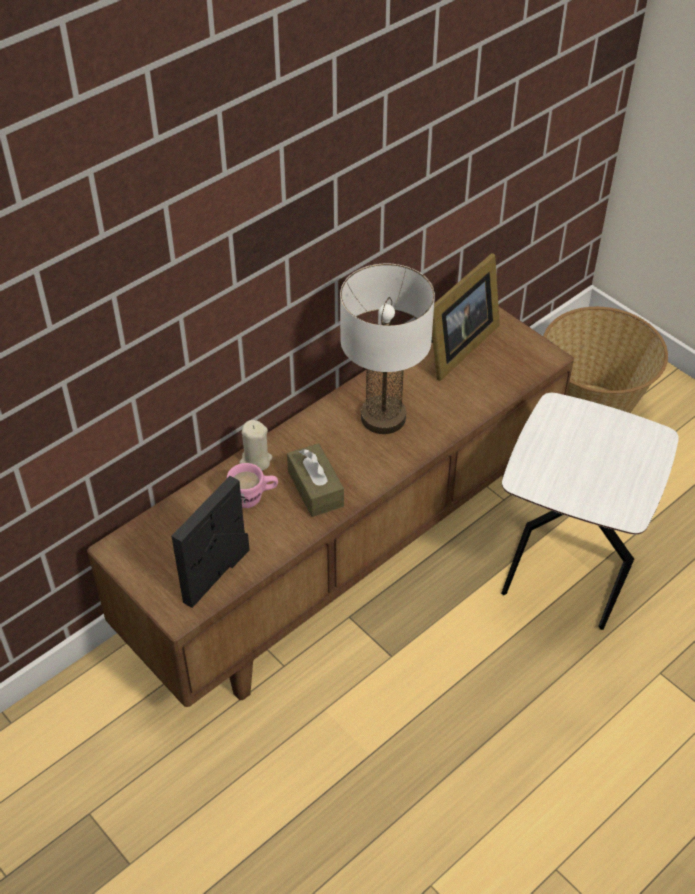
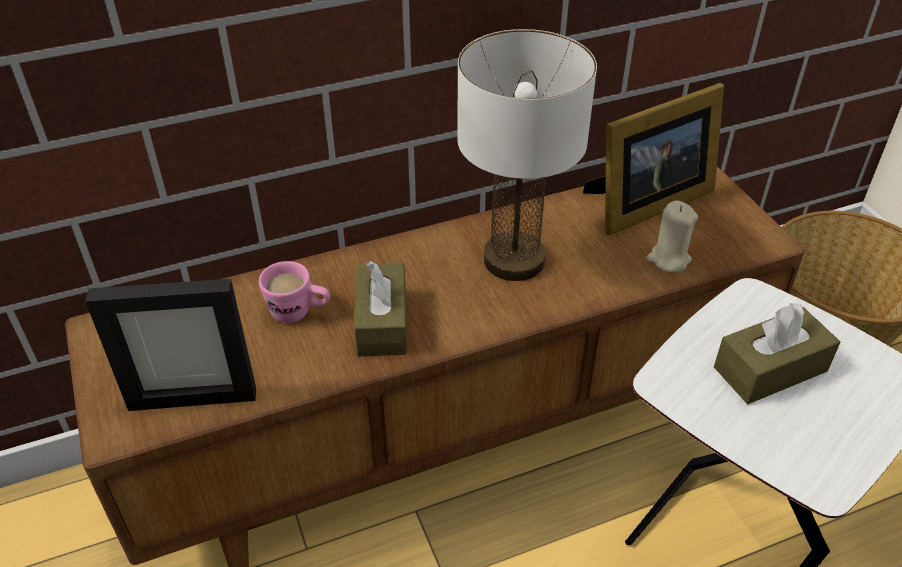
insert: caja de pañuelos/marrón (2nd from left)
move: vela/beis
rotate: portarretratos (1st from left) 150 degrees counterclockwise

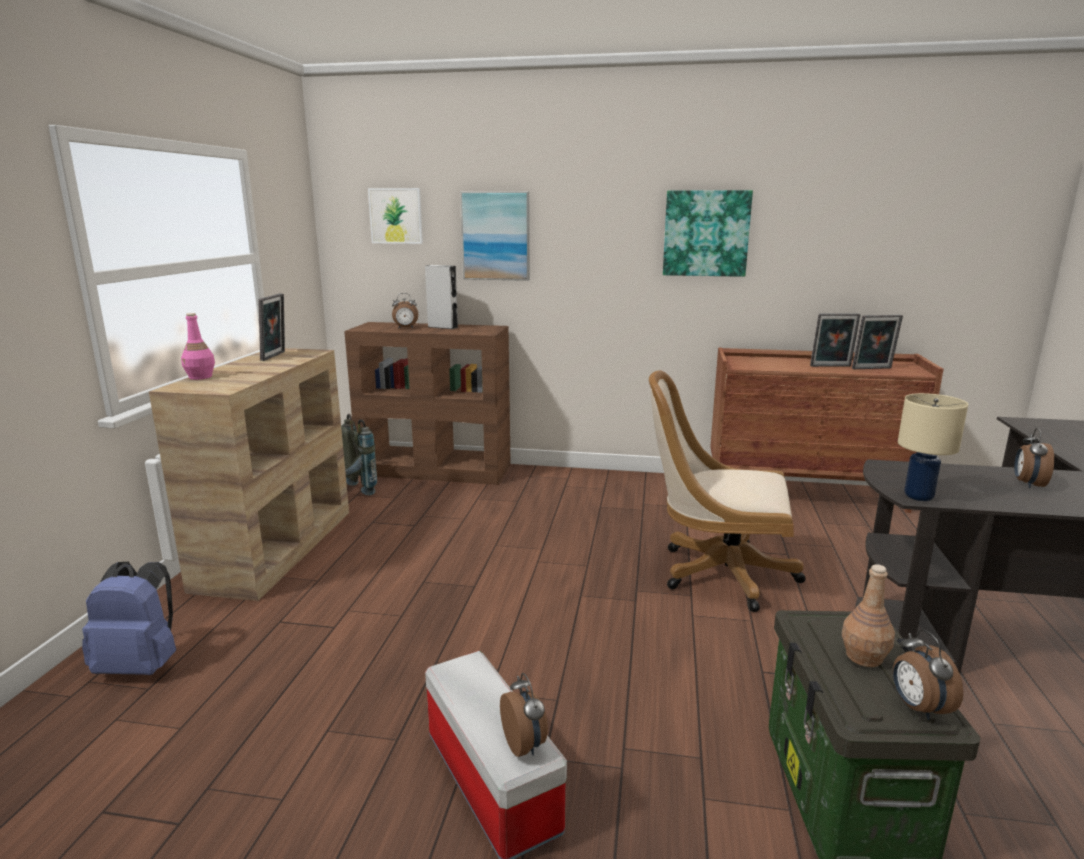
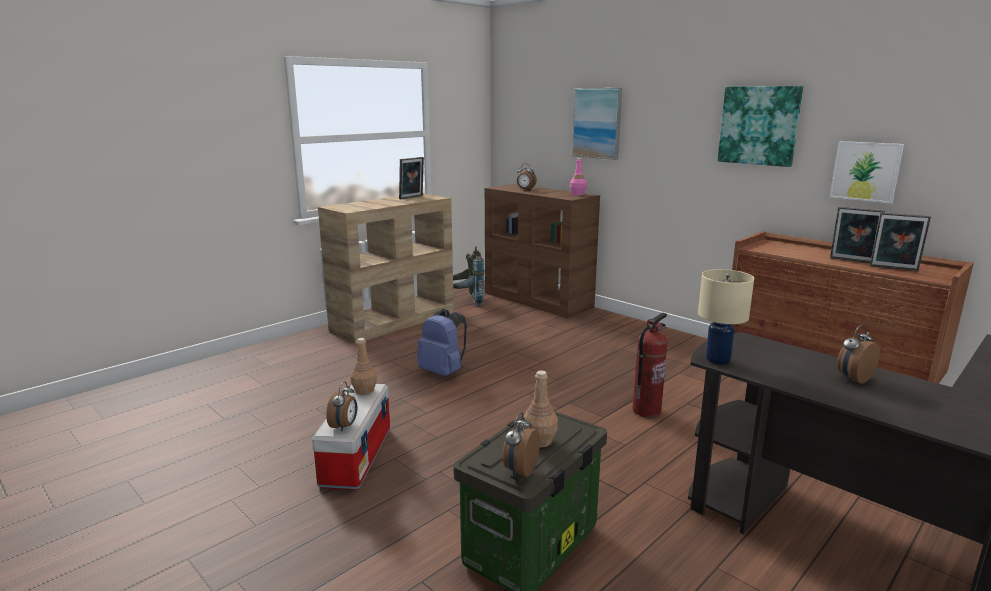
delete: altavoz/gris
insert: botella/marrón (1st from left)
move: mochila/azul; botella/rosa; cuadro (1st from left in the first image) to cuadro (3rd from left)
replace: silla de oficina to extintor

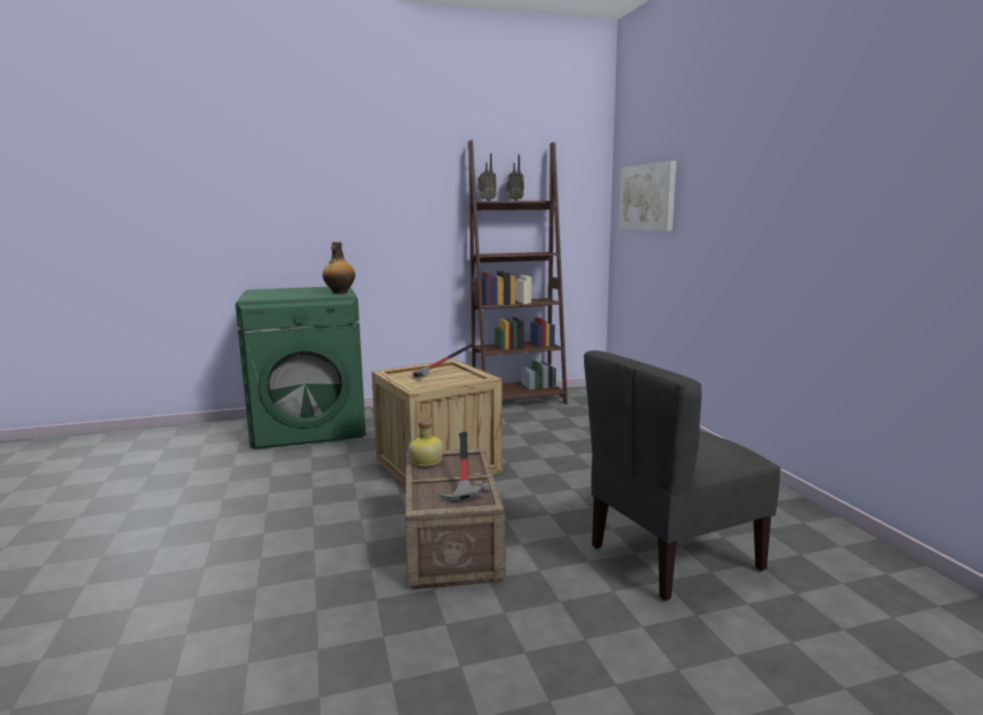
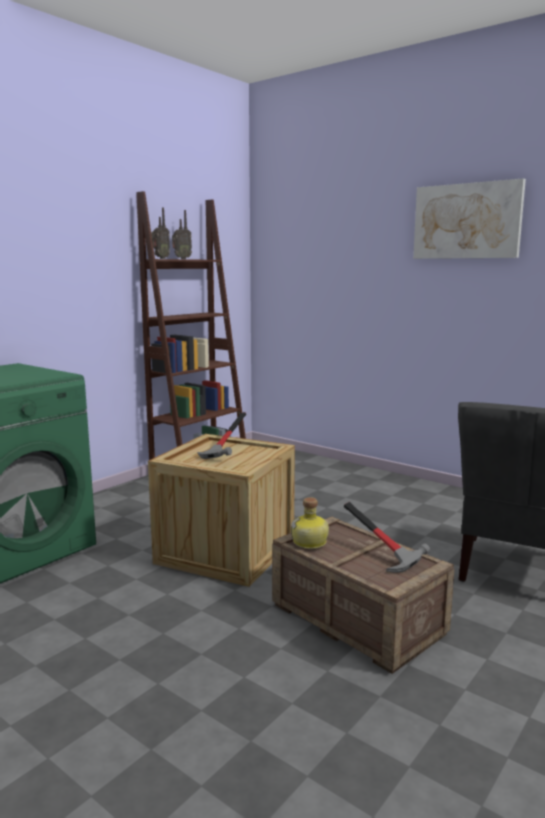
delete: botella (1st from left)
move: cuadro

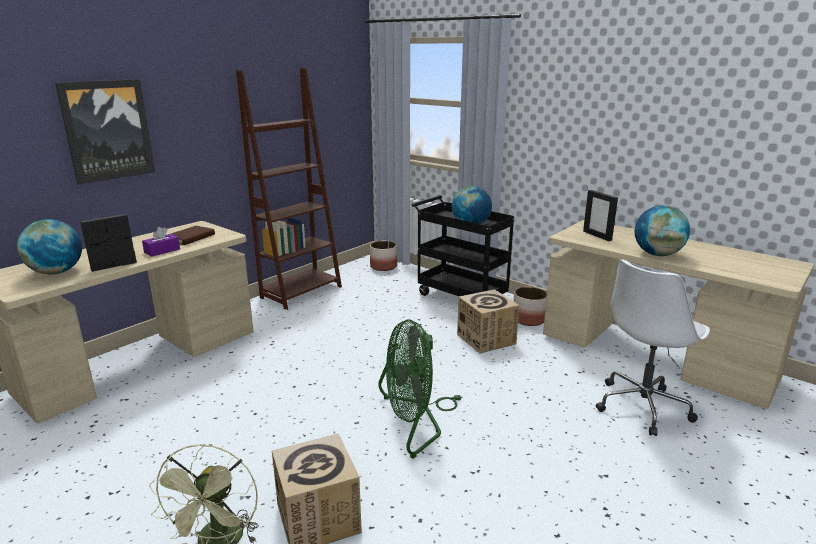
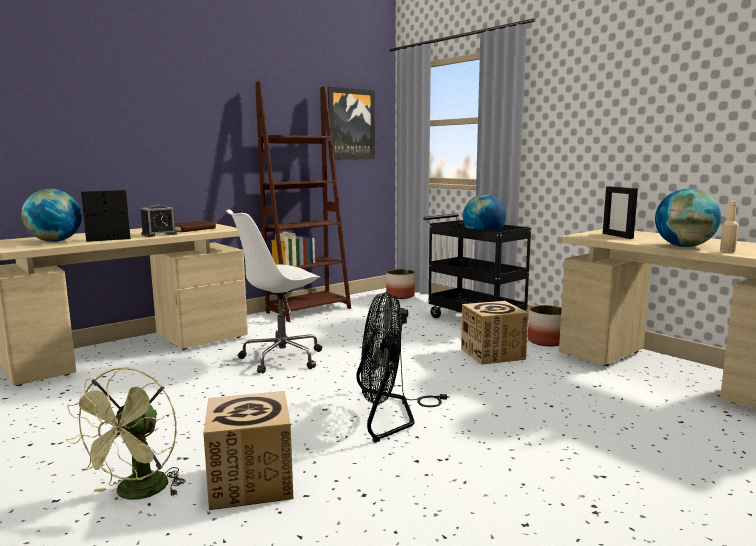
insert: botella/beis
move: silla de oficina/blanco; cuadro
replace: caja de pañuelos/morado to despertador
recolor: ventilador/verde (2nd from left) to ventilador/negro

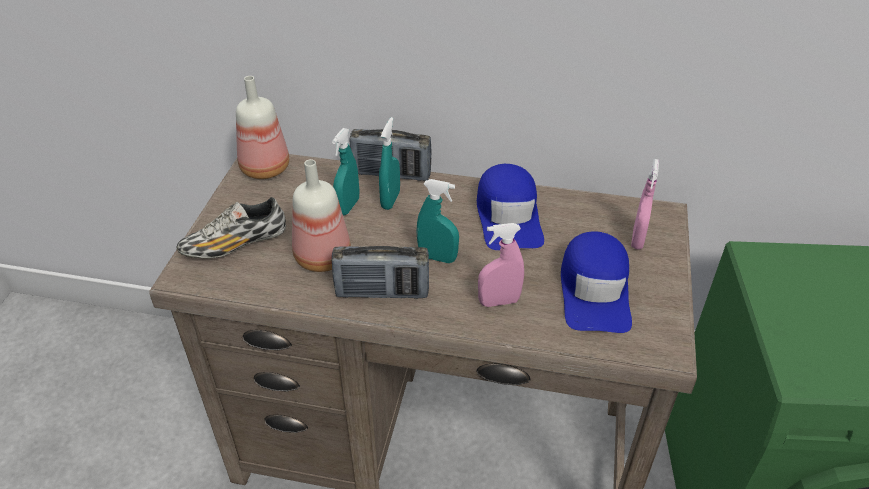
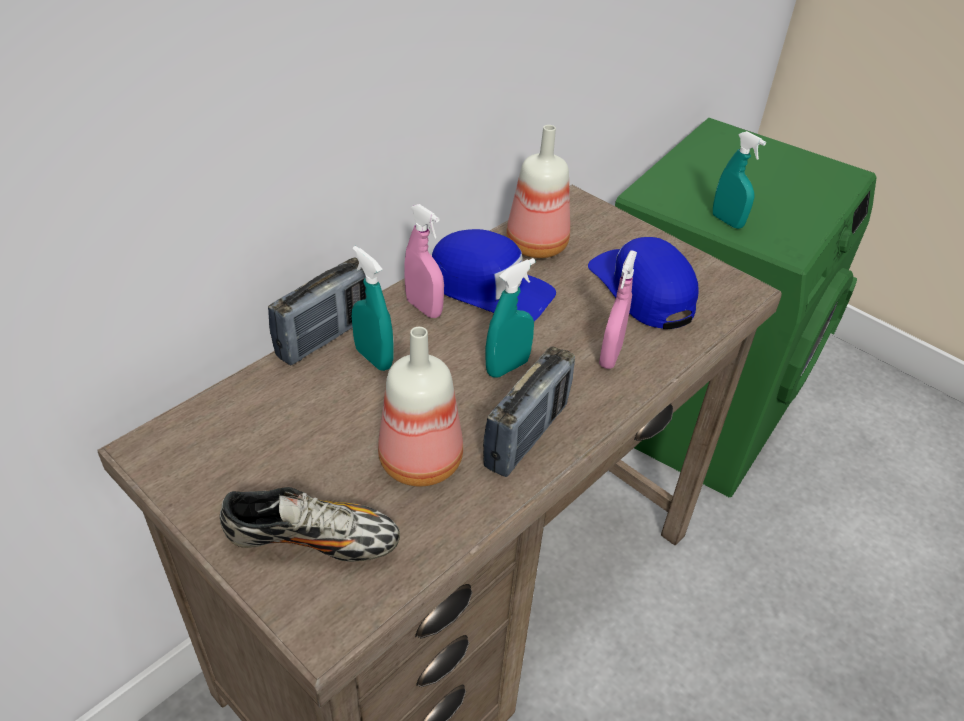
move: pulverizador/rosa (2nd from left in the first image) to pulverizador/rosa (1st from left); botella (1st from left in the first image) to botella (2nd from left); pulverizador/turquesa (1st from left in the first image) to pulverizador/turquesa (3rd from left)
rotate: zapato 90 degrees counterclockwise; gorra/azul (2nd from left) 150 degrees counterclockwise

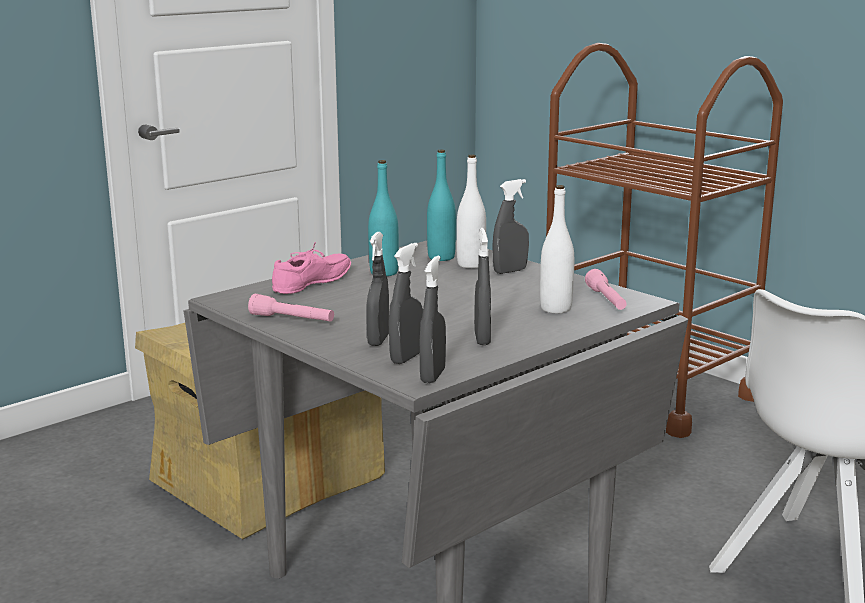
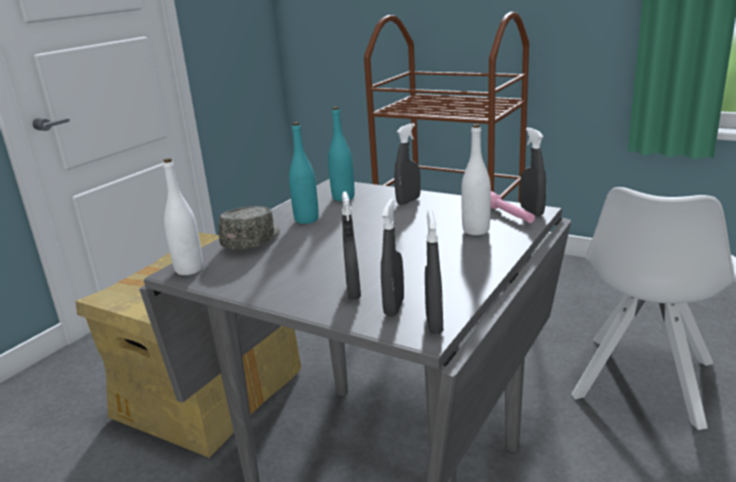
delete: linterna/rosa (1st from left)
move: botella/blanco (1st from left); pulverizador/gris (4th from left in the first image) to pulverizador/gris (5th from left)
replace: zapato/rosa to gorra/gris

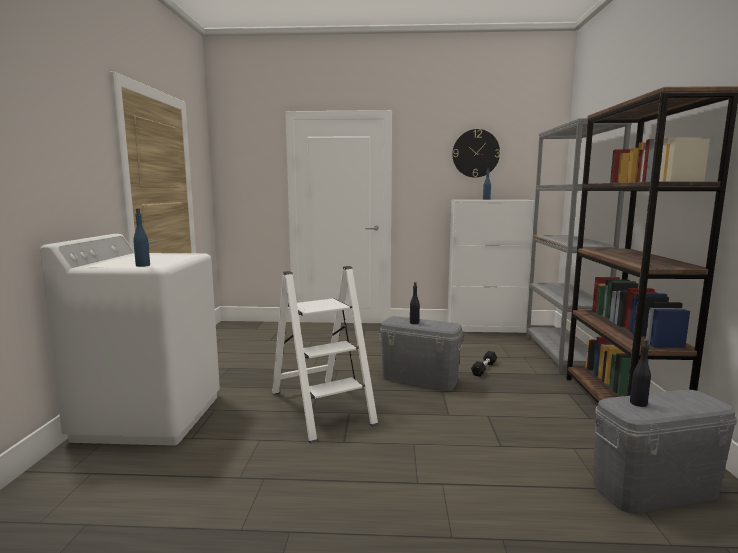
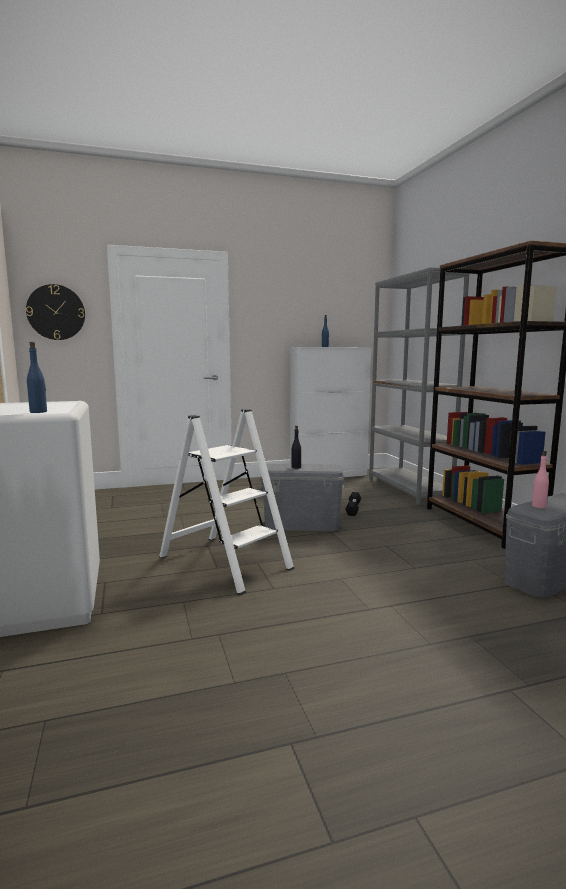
move: reloj de pared
recolor: botella/negro (2nd from left) to botella/rosa

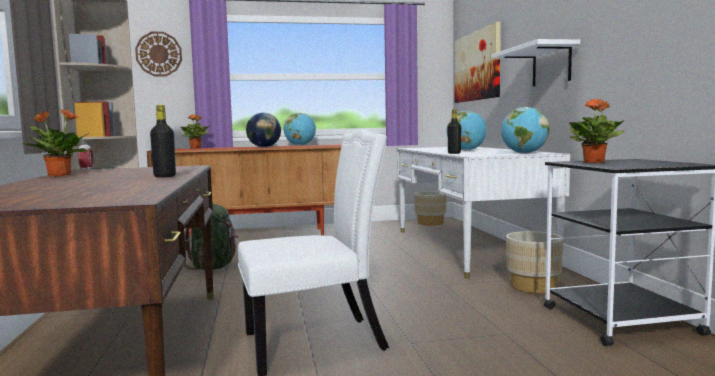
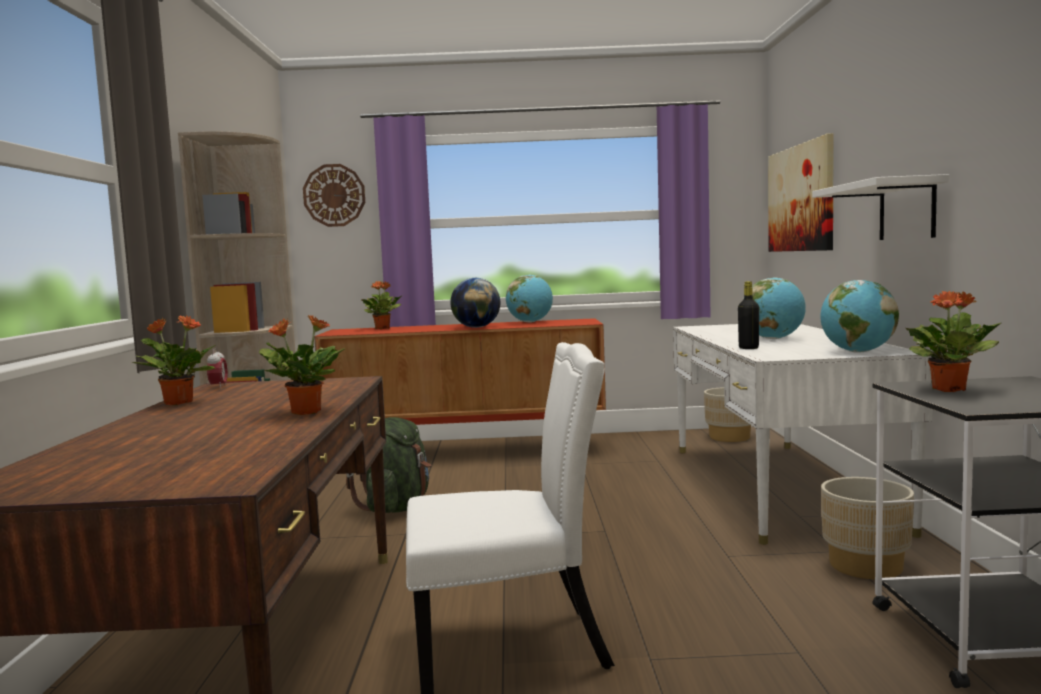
replace: botella/negro (1st from left) to planta en maceta (2nd from left)

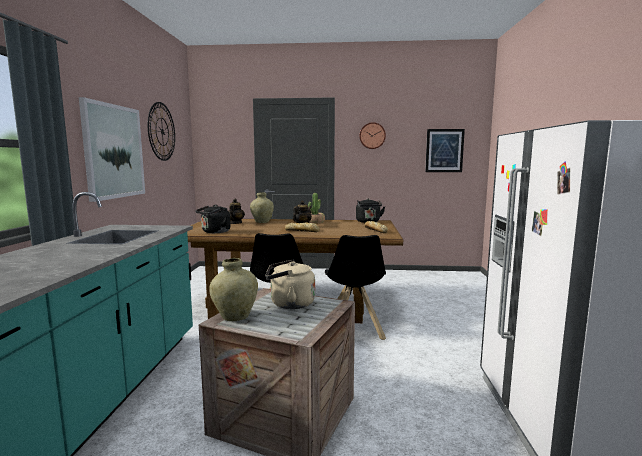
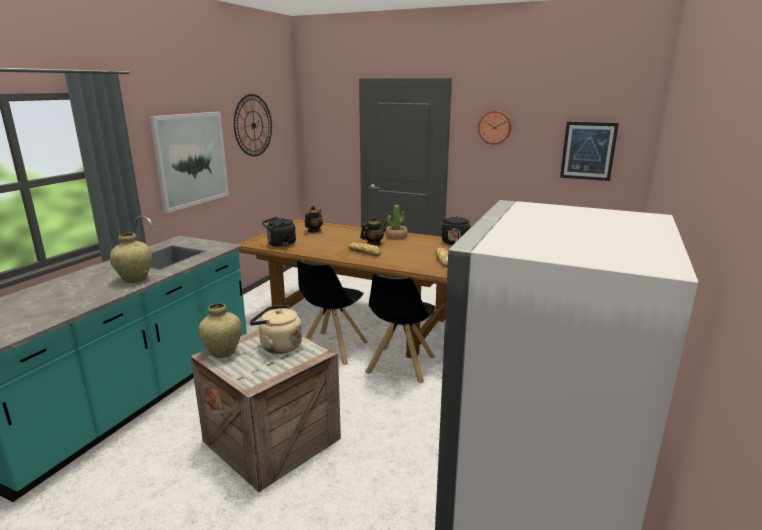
move: florero/beis (2nd from left in the first image) to florero/beis (1st from left)

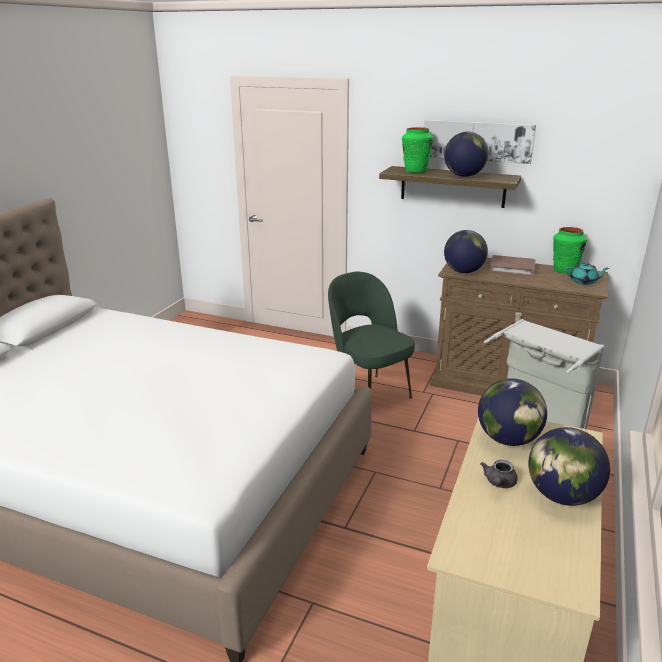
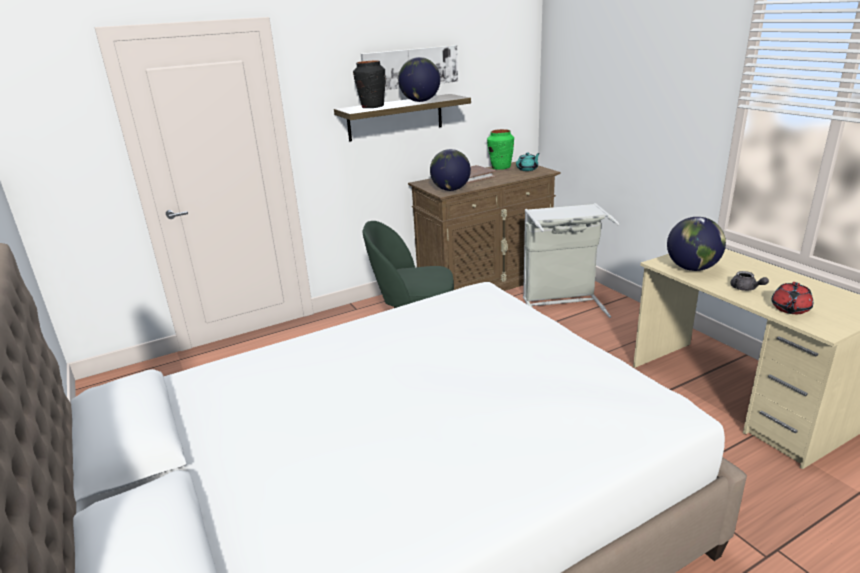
delete: globo terráqueo (4th from left)
insert: tetera/rojo
recolor: florero/verde (1st from left) to florero/negro

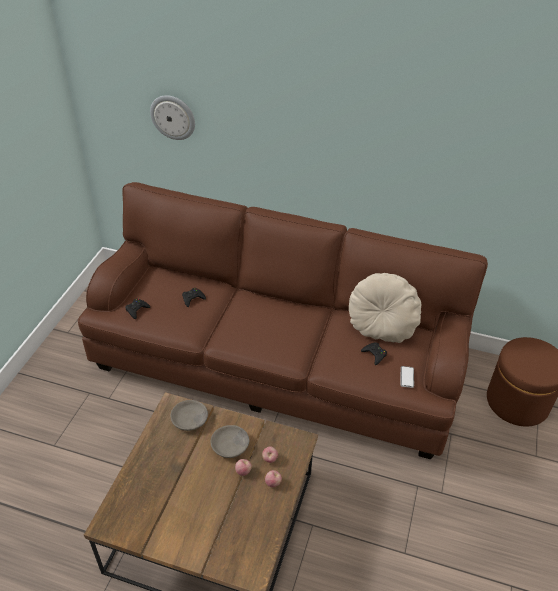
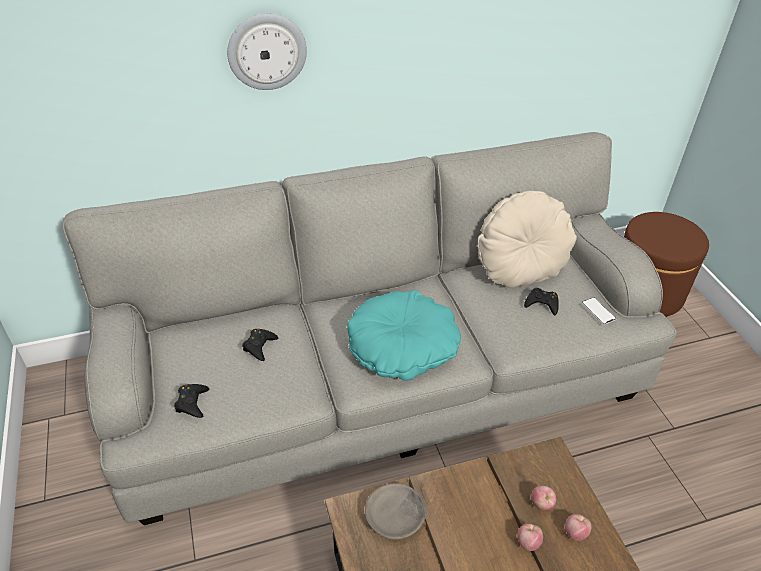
delete: cuenco/gris (2nd from left)
insert: cojín/turquesa
move: reloj de pared
recolor: sofá/marrón to sofá/gris

